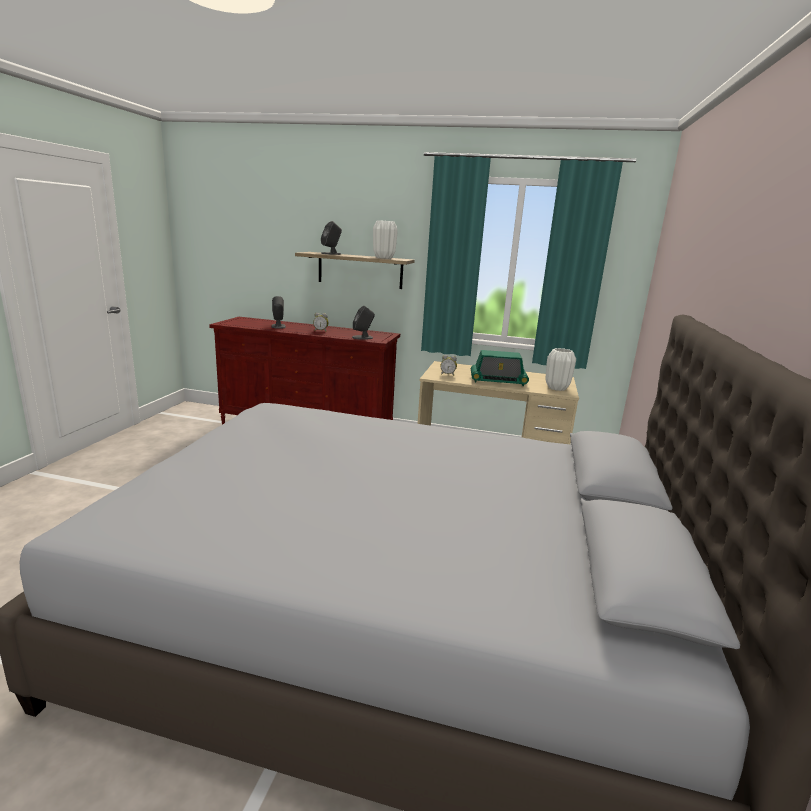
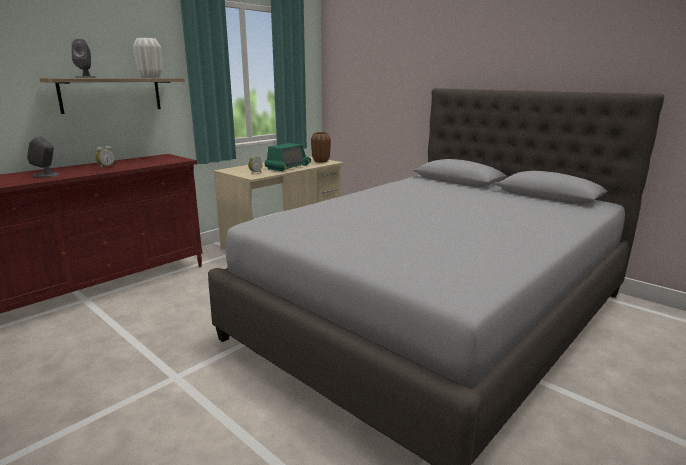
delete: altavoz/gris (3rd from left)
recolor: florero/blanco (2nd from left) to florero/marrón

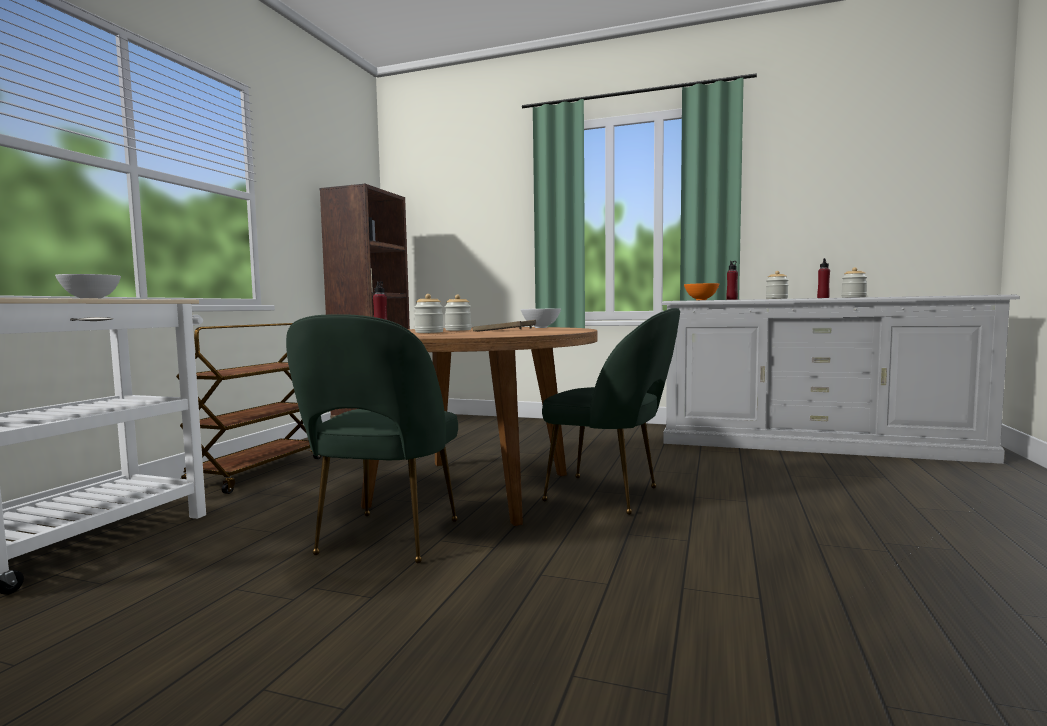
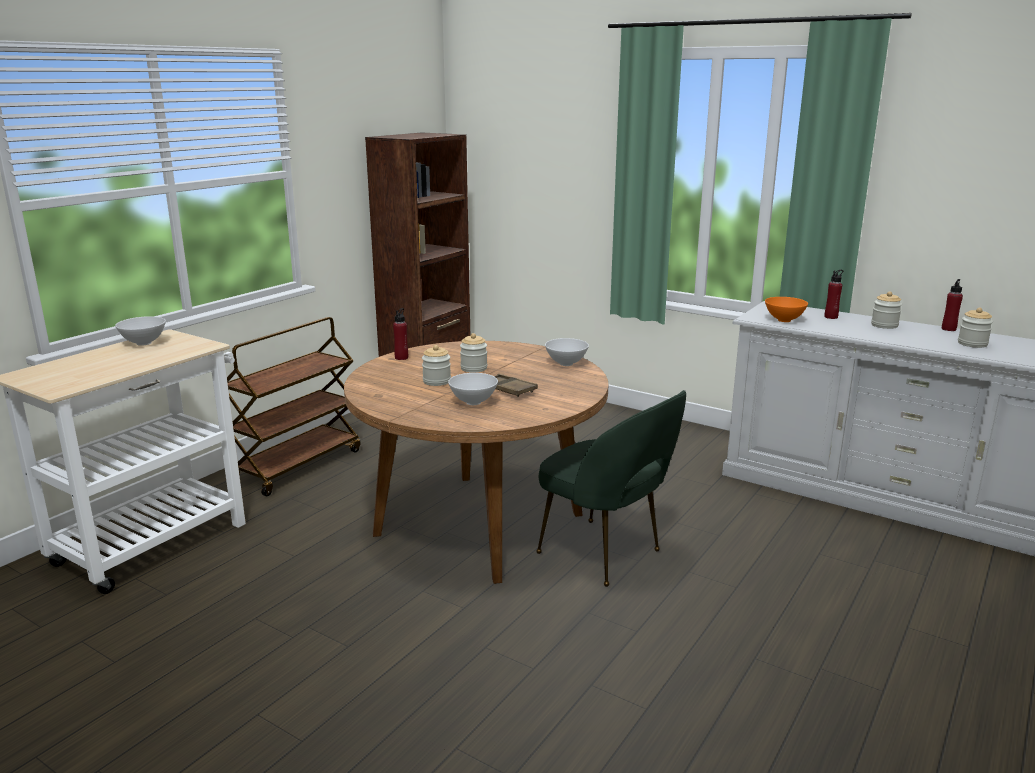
delete: silla/verde (1st from left)
insert: cuenco/blanco (2nd from left)

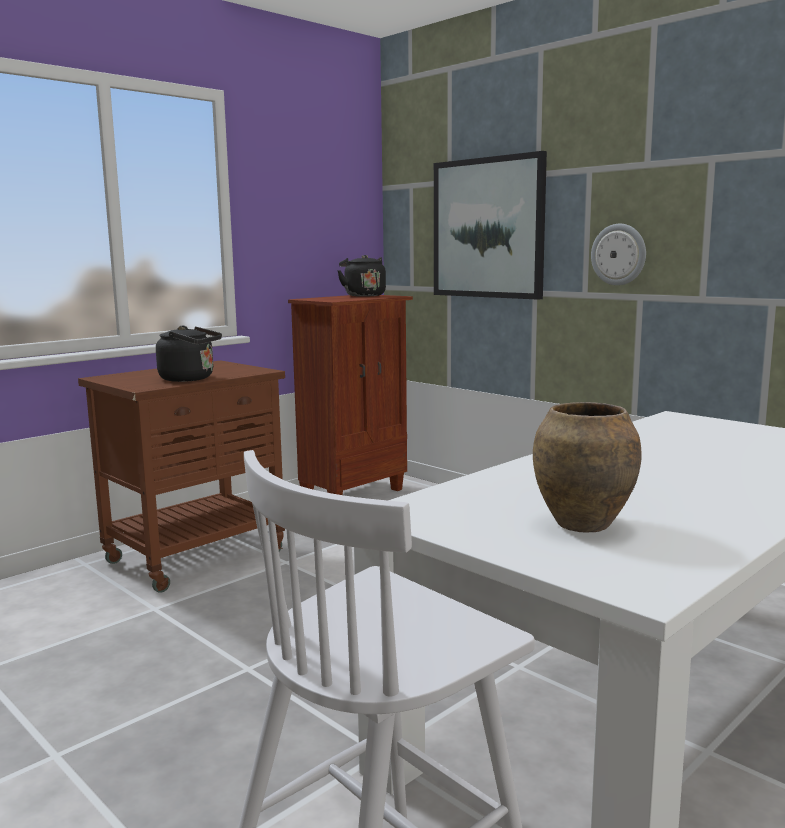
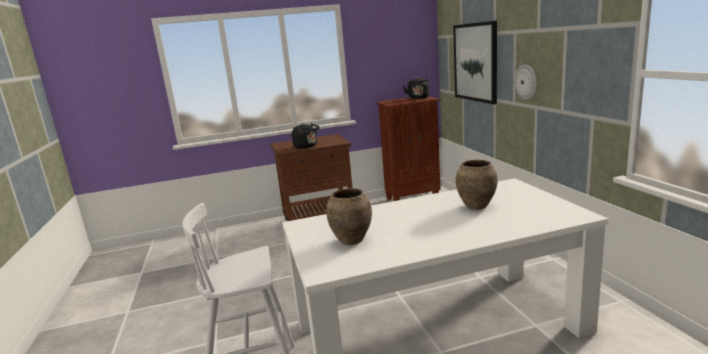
insert: florero/marrón (2nd from left)

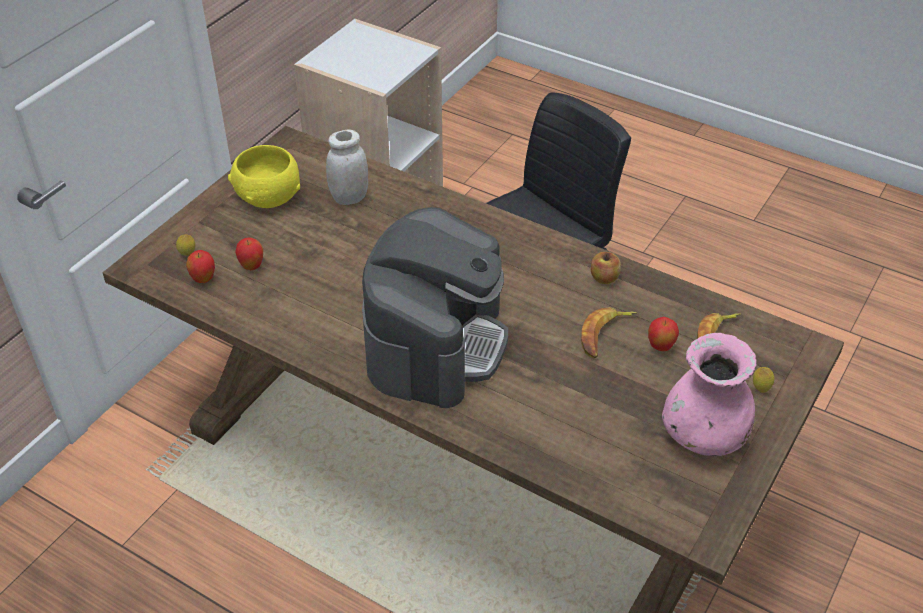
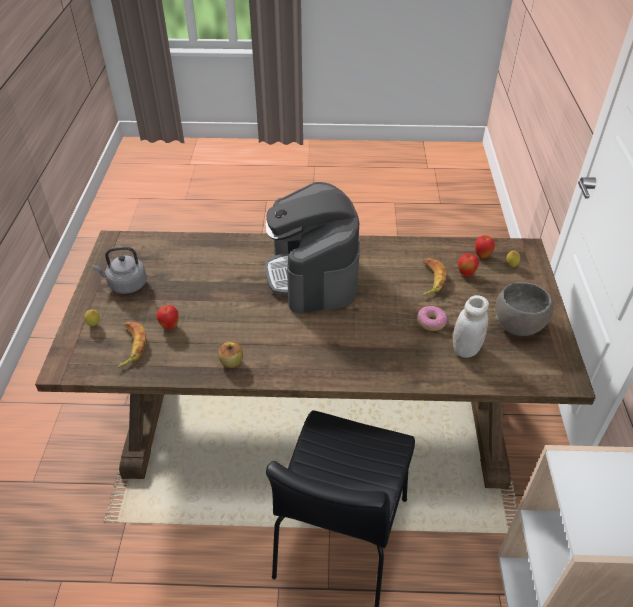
insert: rosquilla
move: plátano (1st from left in the first image) to plátano (2nd from left)
replace: florero/rosa to hervidor/gris
recolor: cuenco/amarillo to cuenco/gris

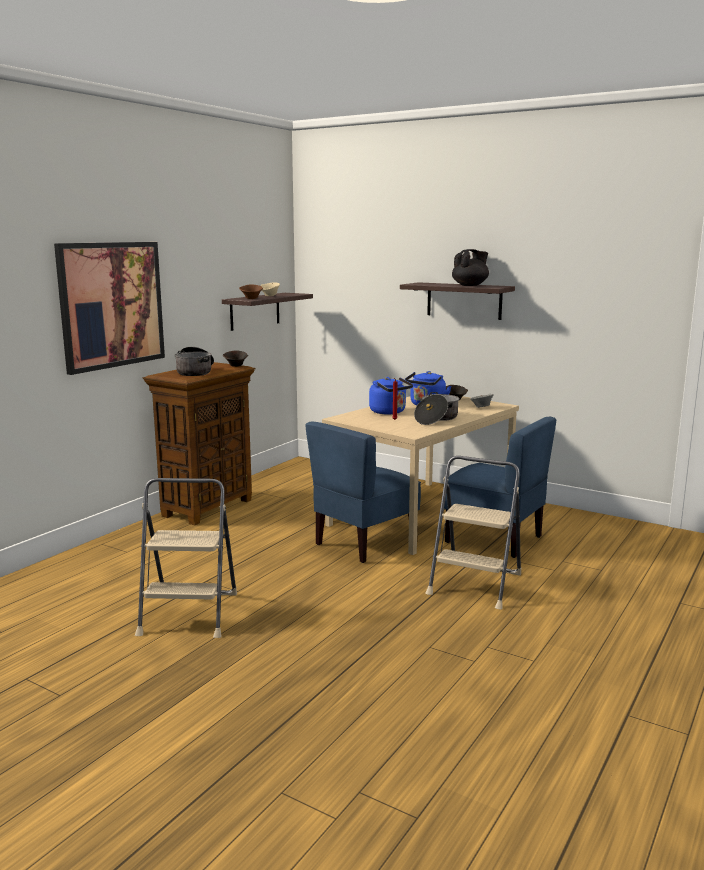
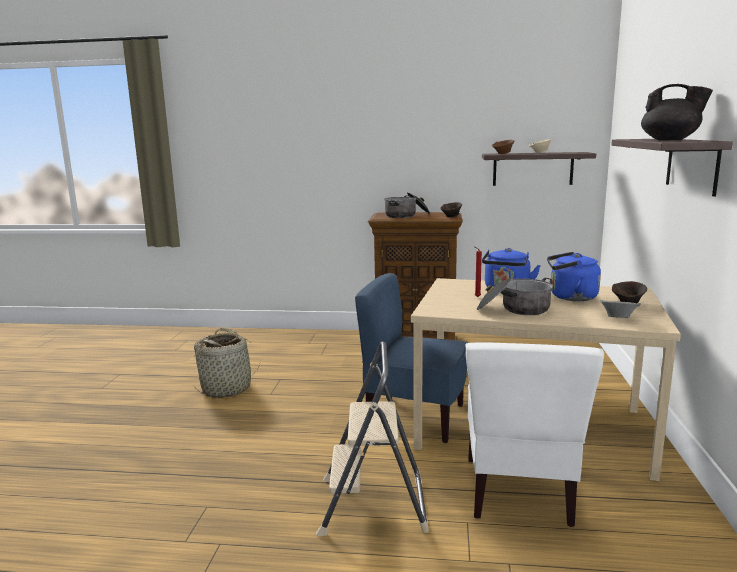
delete: cuadro
replace: escalera de tijera/beis (1st from left) to cesta
recolor: silla/azul (2nd from left) to silla/blanco

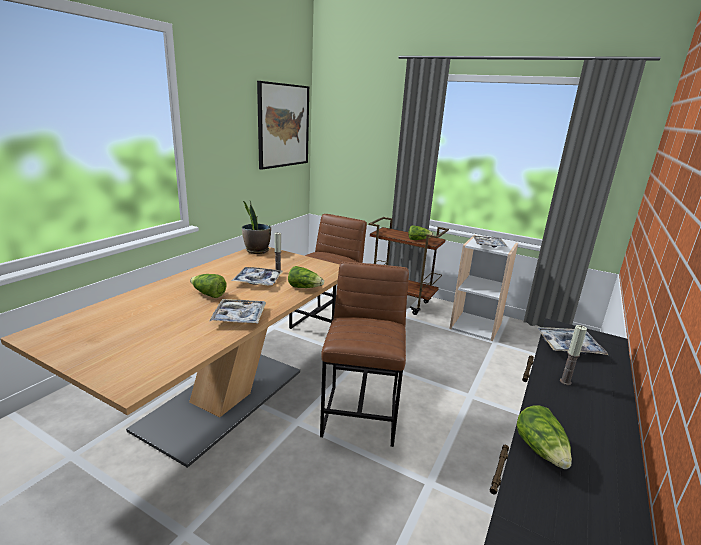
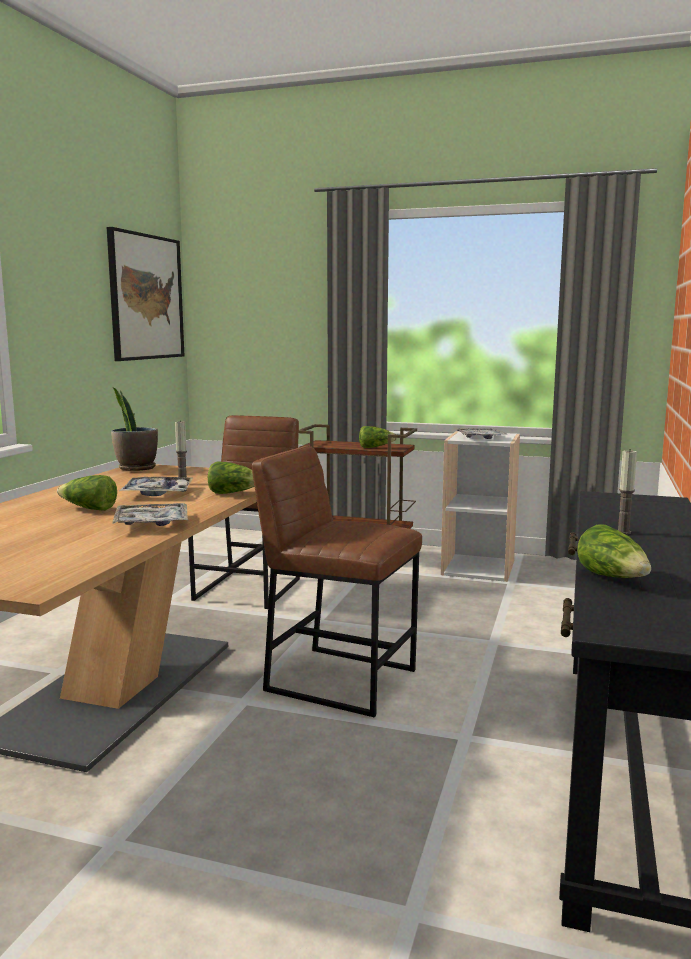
delete: bandeja (4th from left)
rotate: silla/marrón (2nd from left) 60 degrees counterclockwise

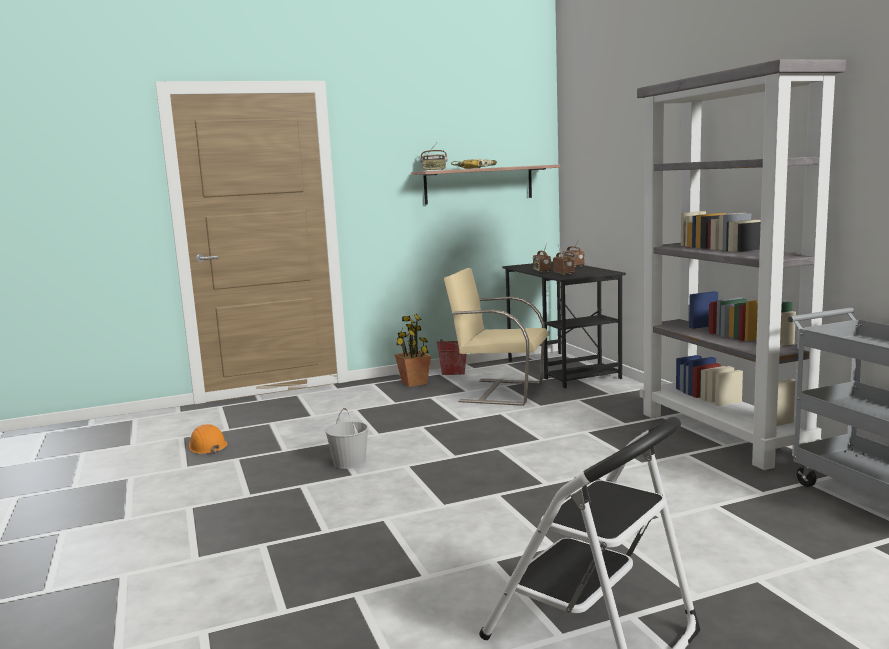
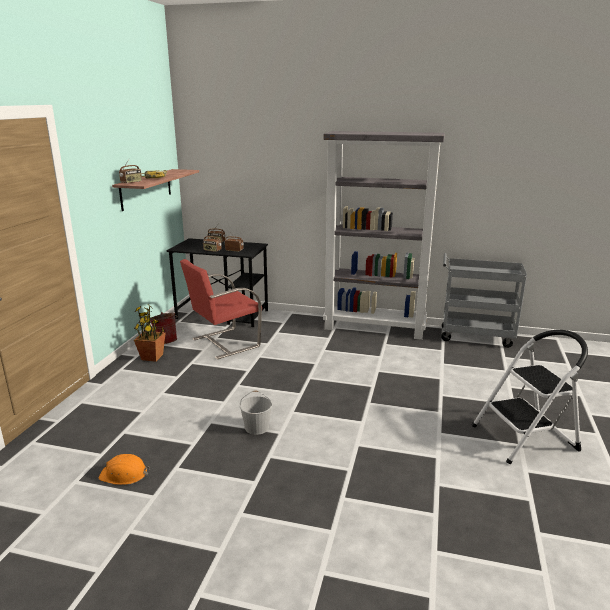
recolor: silla/beis to silla/rojo

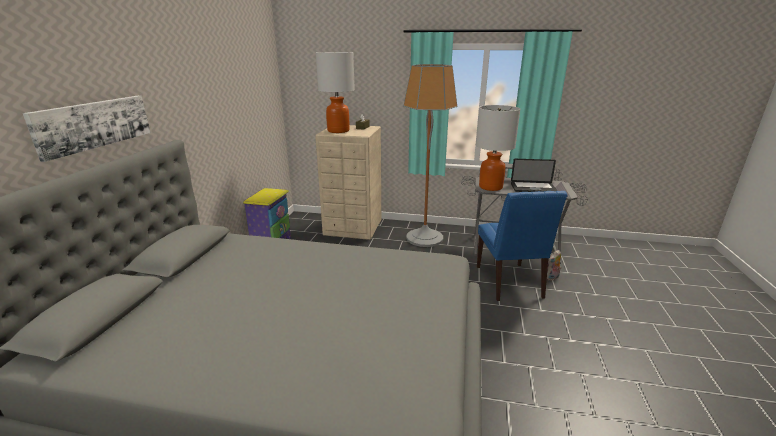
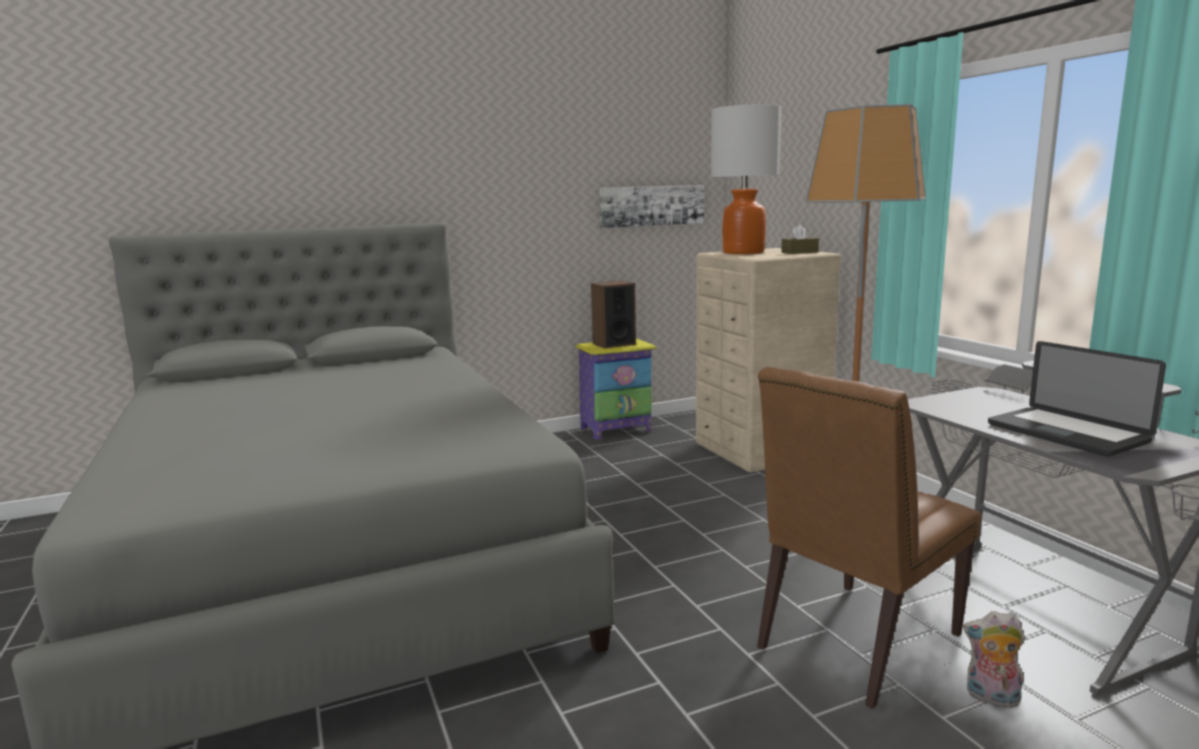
delete: lámpara de mesa (2nd from left)
insert: altavoz
move: cuadro
recolor: silla/azul to silla/marrón

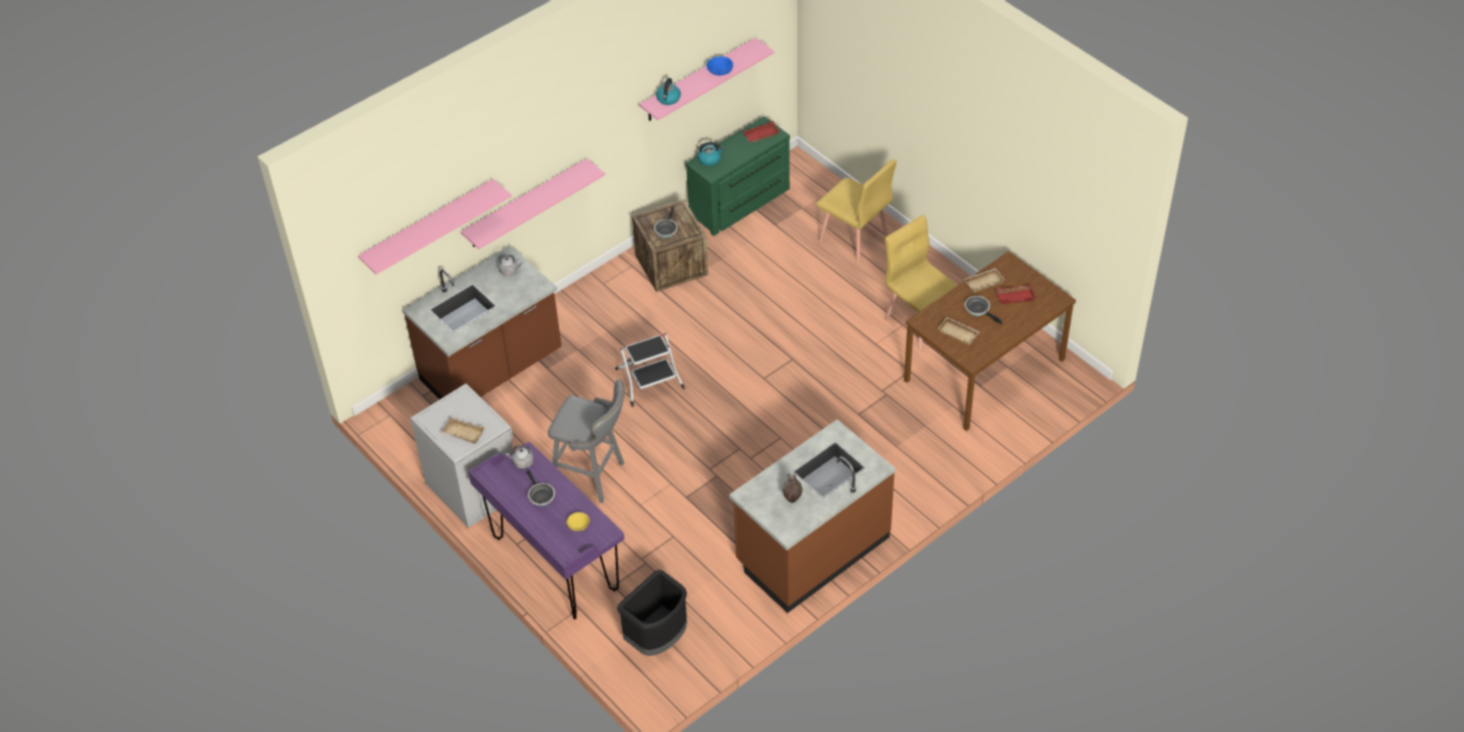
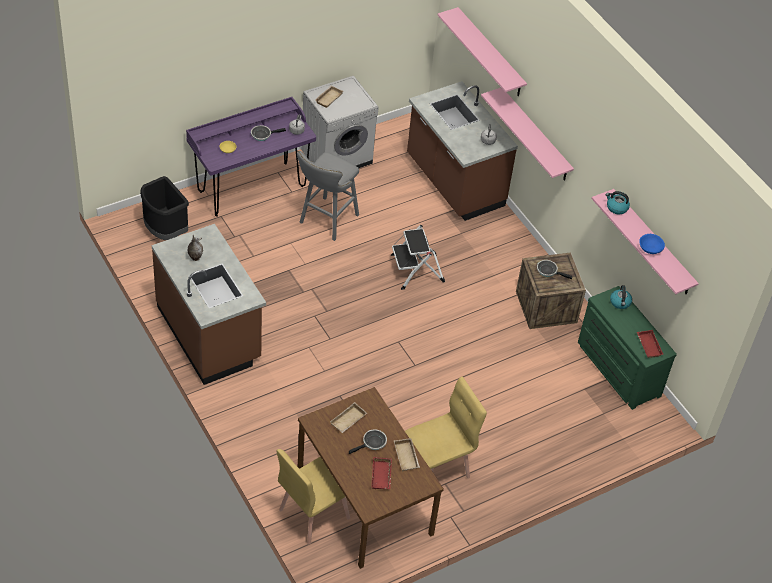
move: silla/amarillo (1st from left)

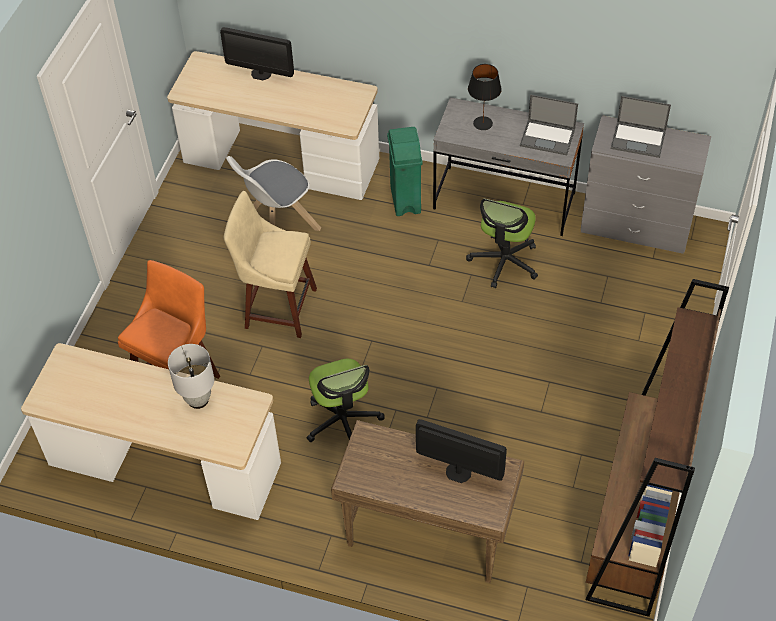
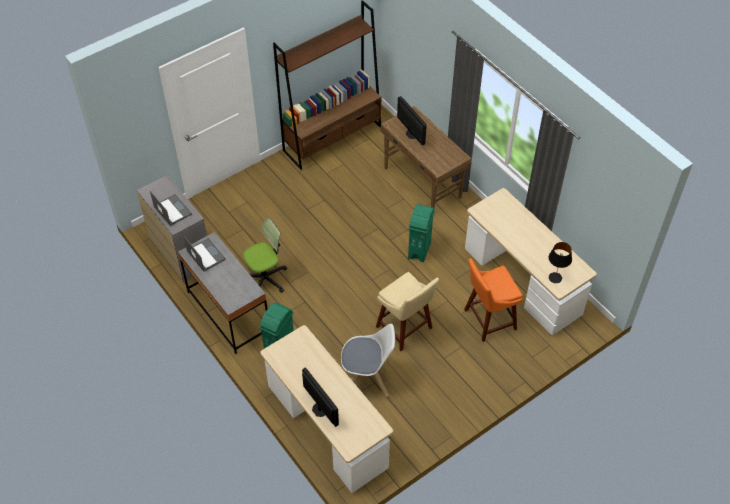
delete: lámpara de mesa/blanco
move: lámpara de mesa/negro
replace: silla de oficina (1st from left) to papelera/verde (2nd from left)

